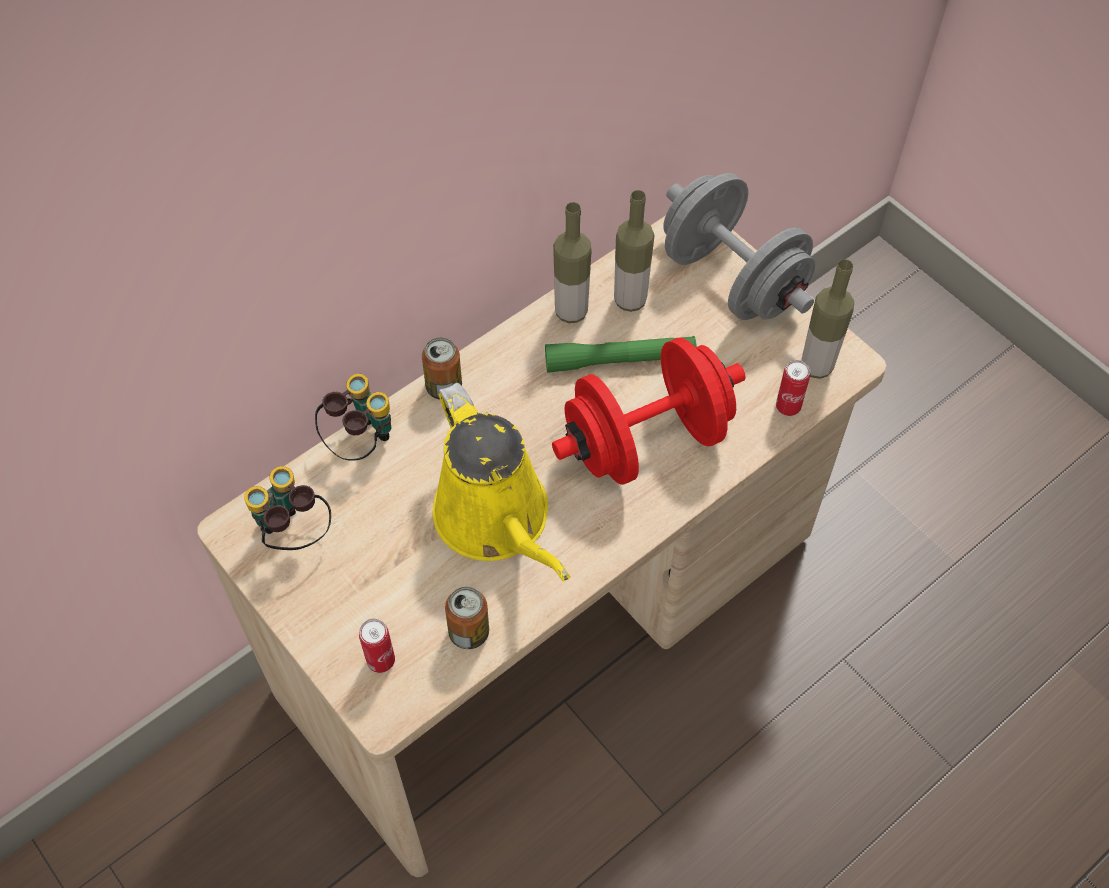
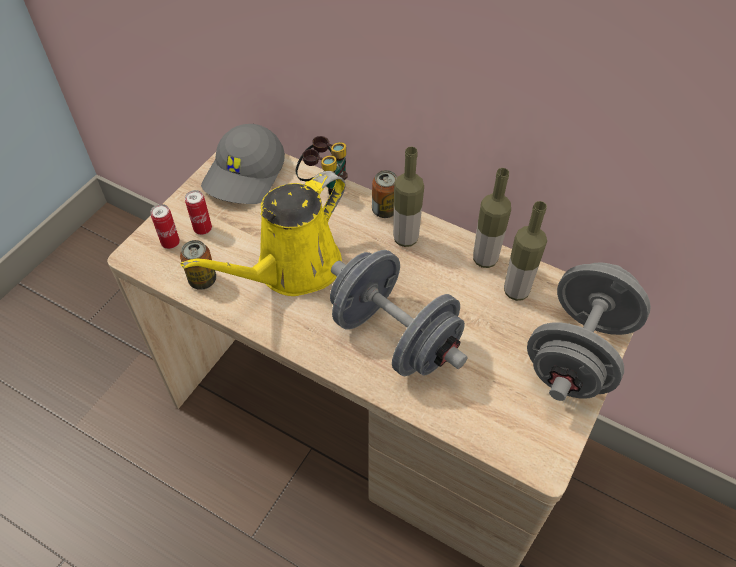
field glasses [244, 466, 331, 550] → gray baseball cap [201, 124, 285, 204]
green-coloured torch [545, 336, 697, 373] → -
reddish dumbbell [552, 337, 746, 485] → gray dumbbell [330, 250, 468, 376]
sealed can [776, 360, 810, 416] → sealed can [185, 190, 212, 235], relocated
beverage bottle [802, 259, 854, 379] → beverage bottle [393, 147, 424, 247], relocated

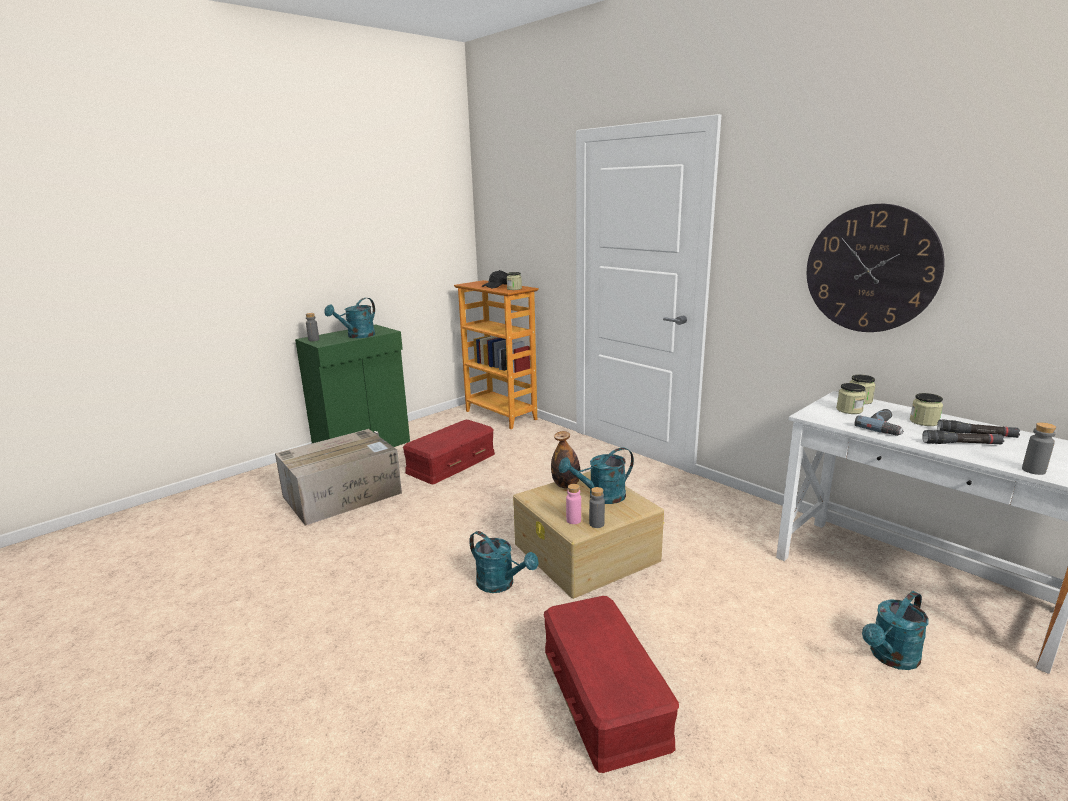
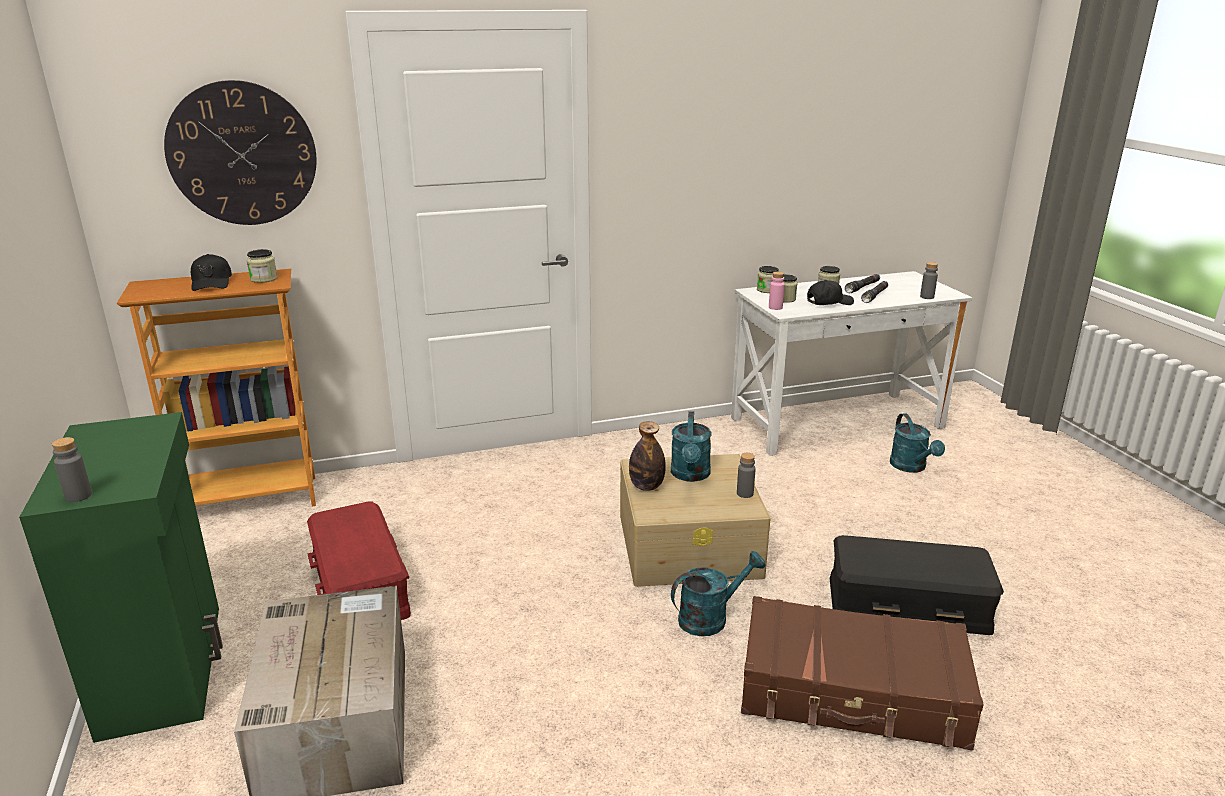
blue-green watering can [324, 298, 375, 338] → -
reddish storage box [544, 596, 679, 773] → black storage box [830, 535, 1004, 635]
pink-coloured beverage bottle [566, 484, 581, 524] → pink-coloured beverage bottle [769, 272, 785, 310], relocated
clock on the wall [807, 204, 945, 332] → clock on the wall [164, 80, 317, 225], relocated
power drill [854, 409, 904, 436] → black baseball cap [807, 280, 854, 305]
- → brownish travel case [741, 596, 983, 750]

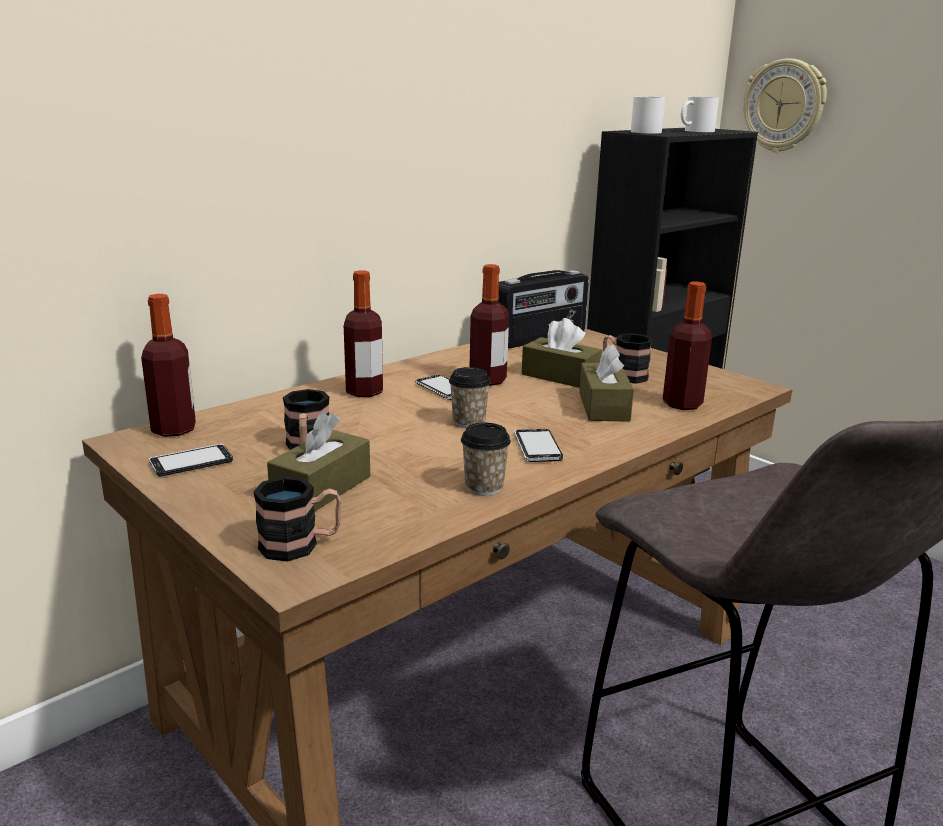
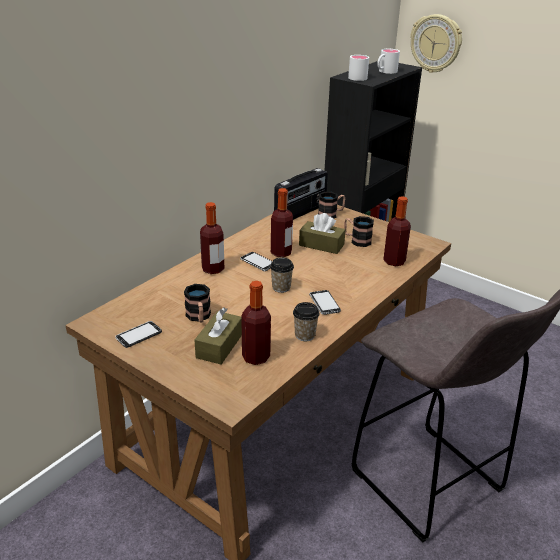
beverage bottle [141, 294, 196, 437] → beverage bottle [241, 281, 271, 365], relocated
tea mug [253, 476, 341, 562] → tea mug [318, 192, 345, 219], relocated
brownish box of tissues [579, 344, 634, 422] → -

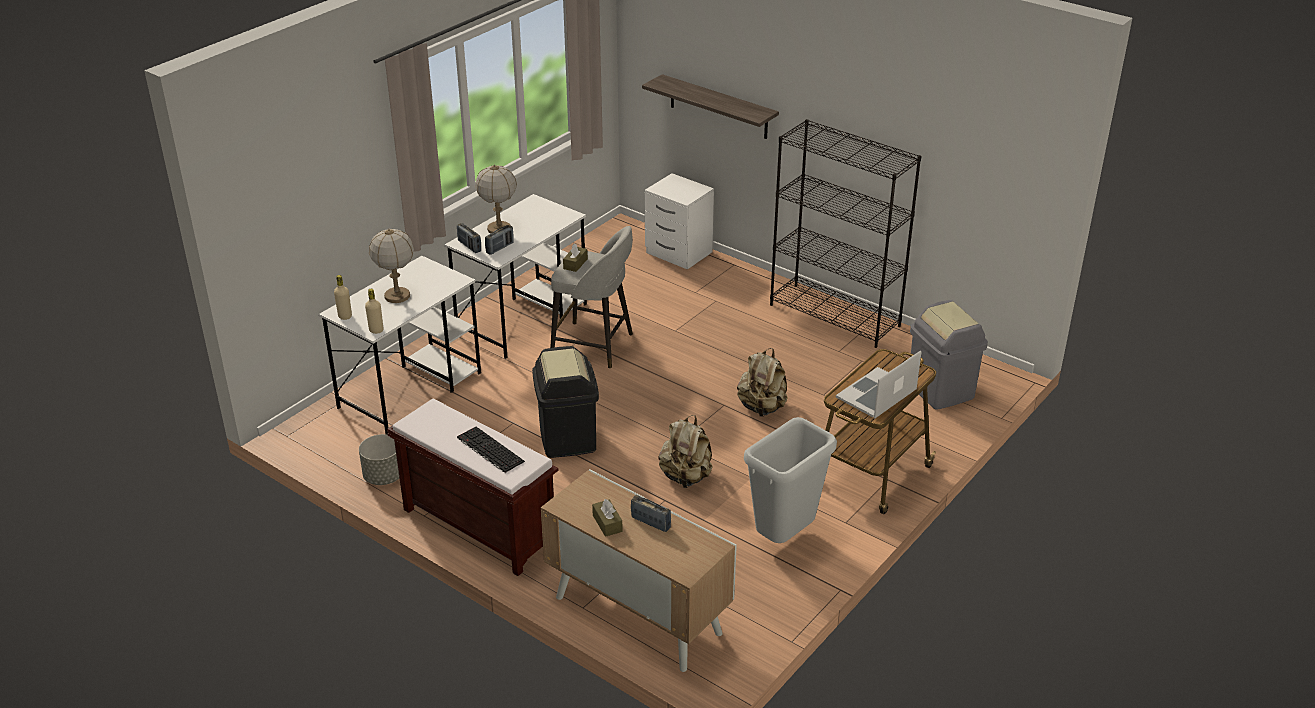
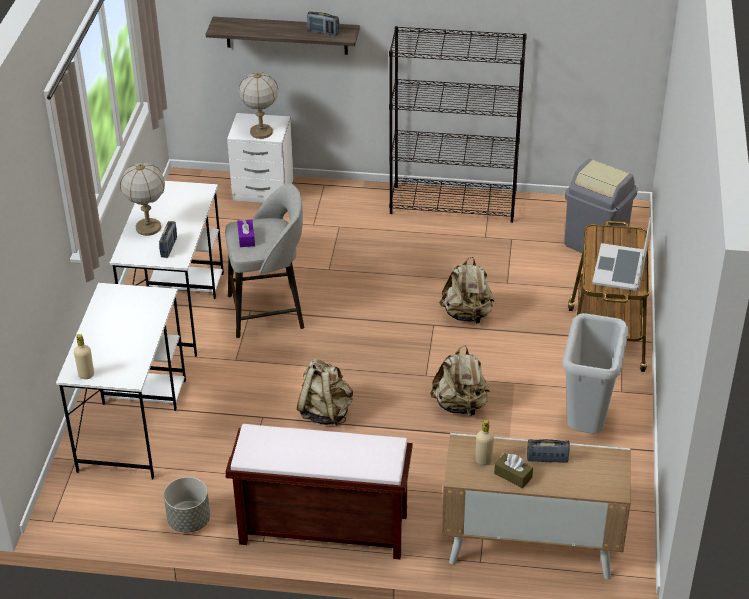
beige beverage bottle [365, 289, 383, 334] → beige beverage bottle [476, 420, 494, 465], relocated
lamp for a table [369, 229, 414, 303] → lamp for a table [239, 72, 278, 139], relocated
radio [457, 223, 481, 253] → radio [307, 11, 339, 35], relocated
PC keyboard [457, 427, 525, 473] → -
black trash can [532, 346, 599, 458] → beige knapsack [297, 359, 353, 426]
brownish box of tissues [563, 244, 588, 272] → purple-coloured box of tissues [237, 218, 255, 247]

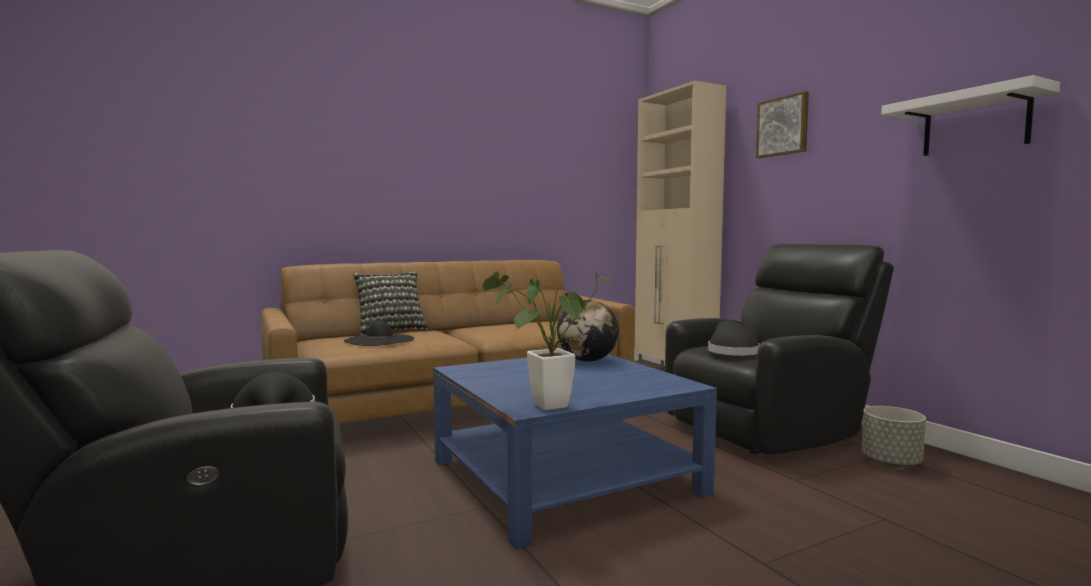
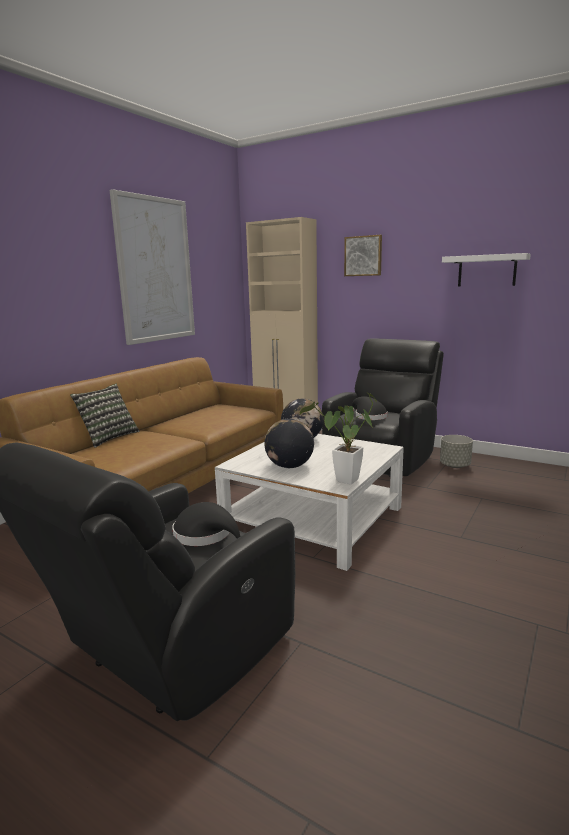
black hat [344, 321, 414, 346] → -
blue lounge table [433, 354, 717, 549] → white lounge table [215, 434, 404, 571]
- → wall picture [109, 189, 195, 345]
- → desk globe [264, 419, 314, 468]

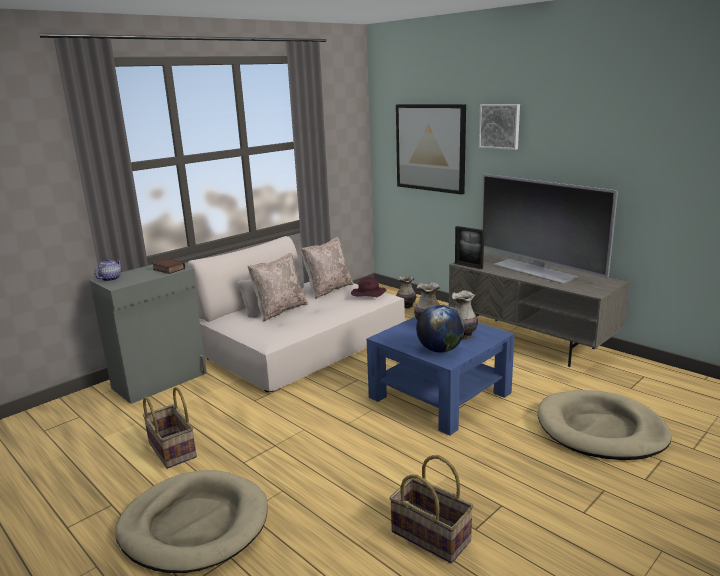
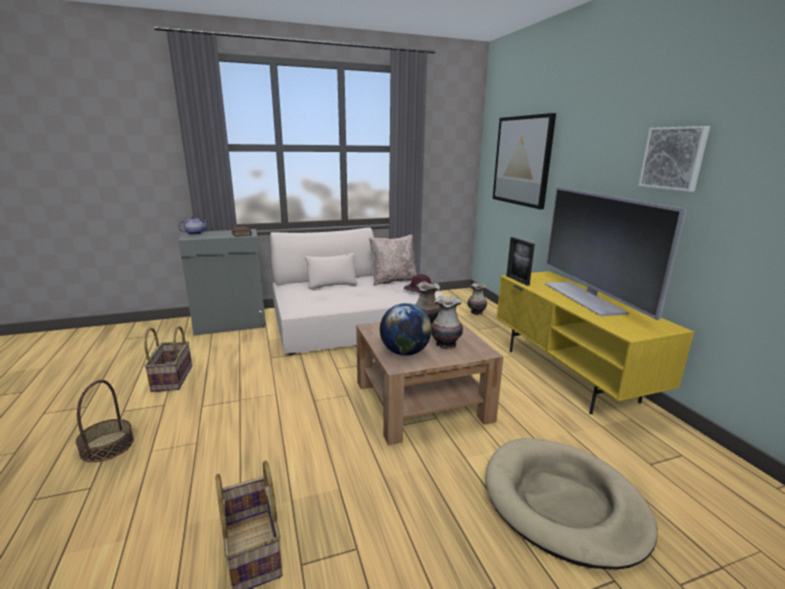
beige dog cushion [115, 470, 268, 573] → basket [76, 380, 134, 462]
beige cushion [248, 253, 308, 321] → -
blue lounge table [367, 317, 515, 436] → brownish lounge table [356, 322, 503, 445]
gray tv unit [449, 252, 629, 367] → yellow tv unit [496, 271, 695, 414]
wall picture [479, 104, 520, 150] → wall picture [638, 126, 710, 192], relocated

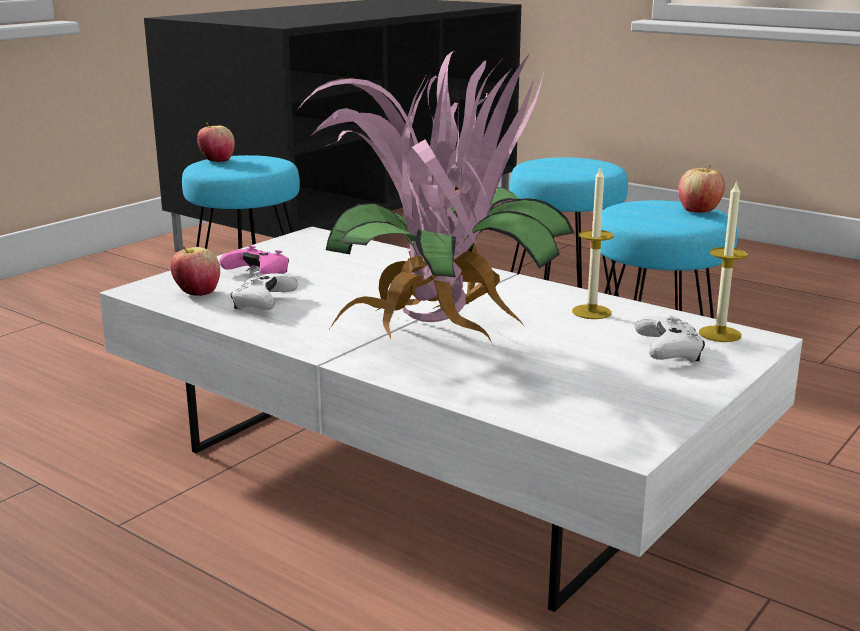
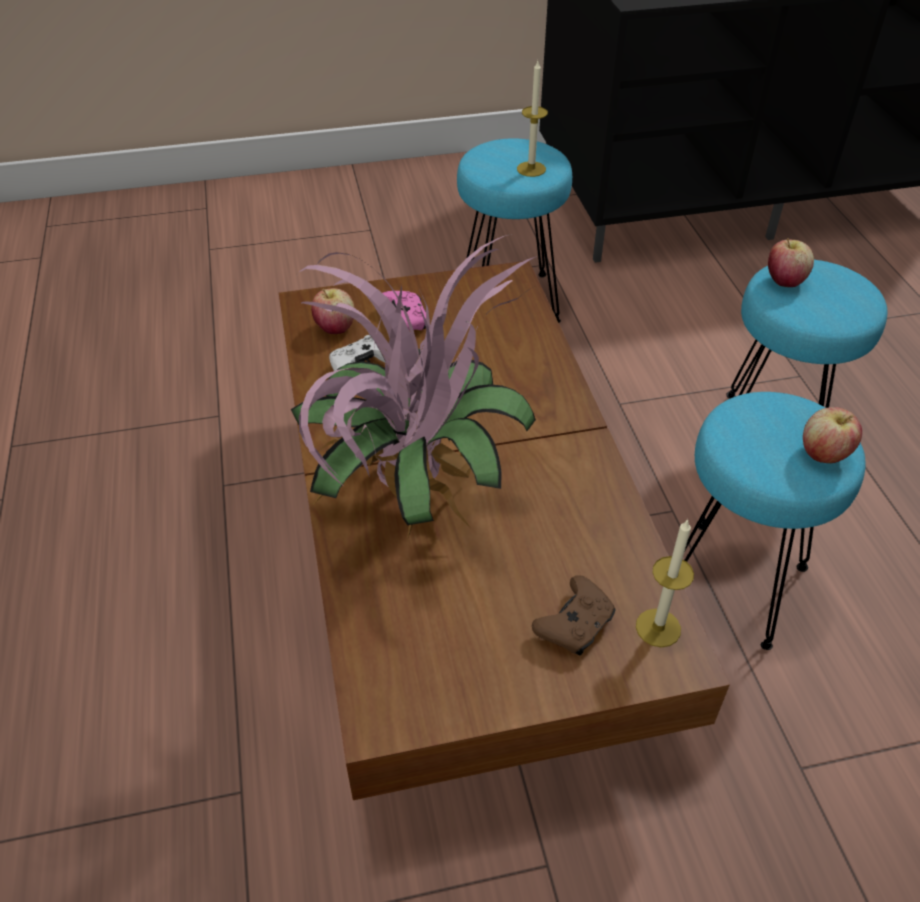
white lounge table [99, 227, 803, 612] → brownish lounge table [279, 261, 730, 800]
whole apple [197, 123, 235, 162] → whole apple [768, 238, 814, 287], relocated
wax candle [572, 166, 614, 319] → wax candle [517, 61, 548, 177], relocated
white joypad [635, 316, 705, 362] → brownish joypad [532, 575, 616, 655]

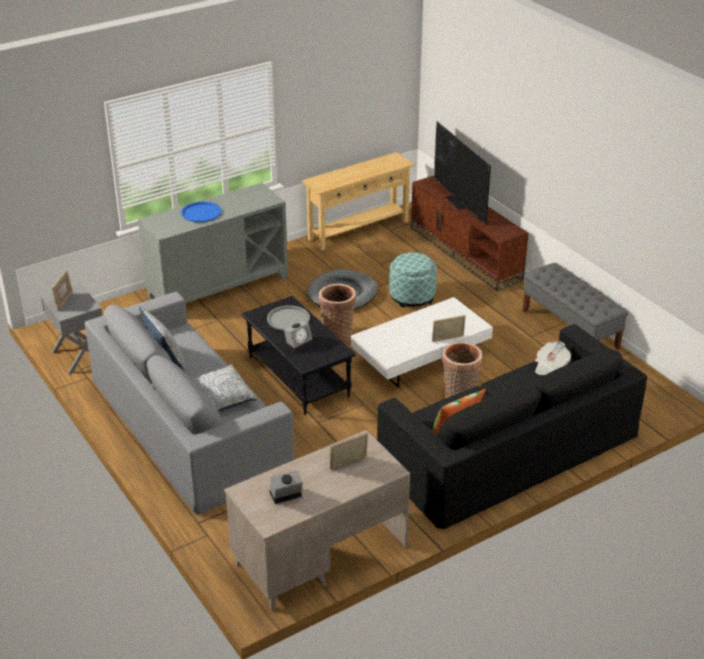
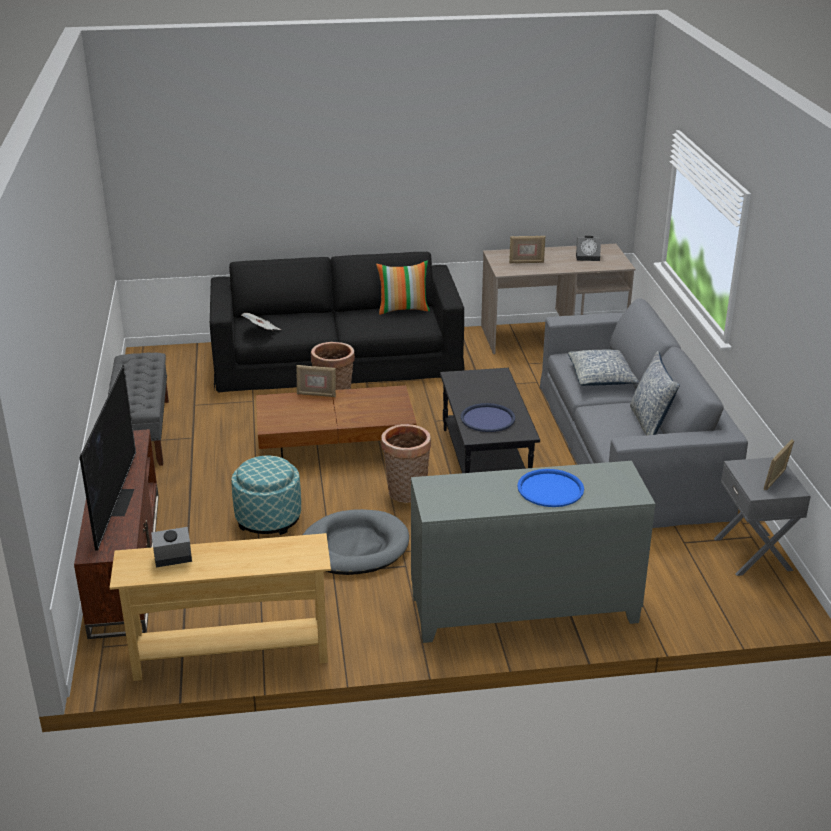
gray serving tray [267, 305, 310, 331] → blue serving tray [461, 403, 515, 432]
table clock [284, 322, 313, 353] → table clock [151, 527, 192, 568], relocated
white lounge table [351, 297, 493, 388] → brownish lounge table [256, 385, 416, 458]

